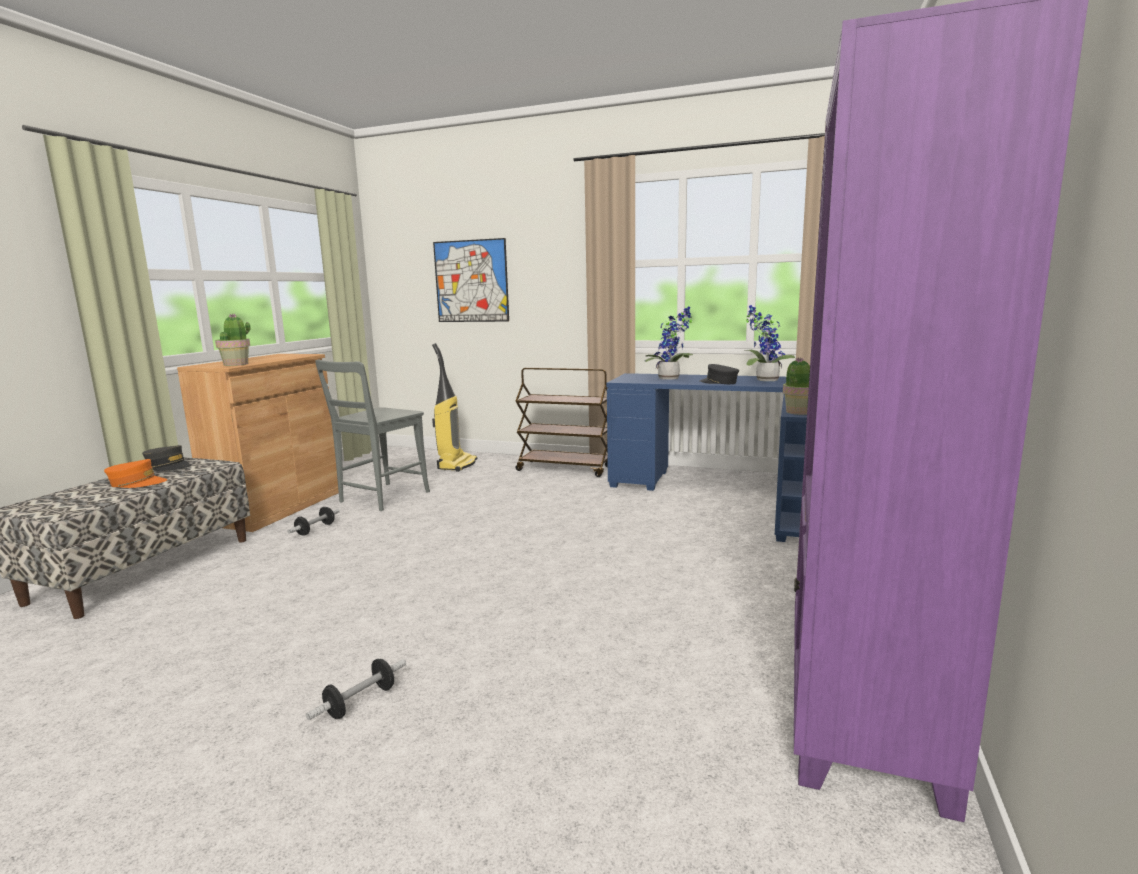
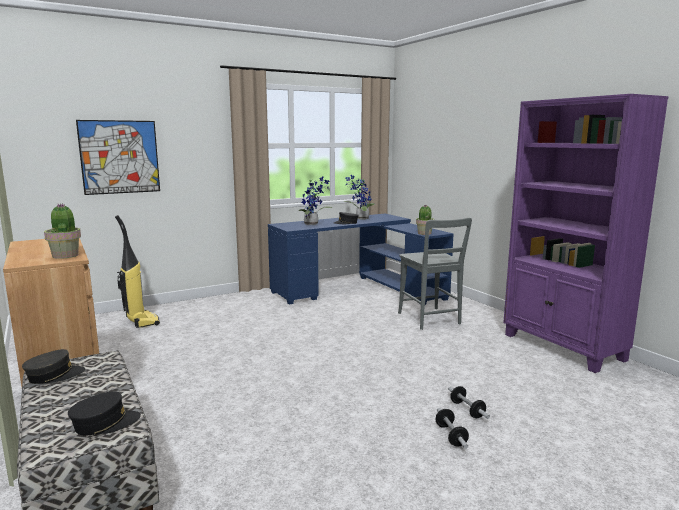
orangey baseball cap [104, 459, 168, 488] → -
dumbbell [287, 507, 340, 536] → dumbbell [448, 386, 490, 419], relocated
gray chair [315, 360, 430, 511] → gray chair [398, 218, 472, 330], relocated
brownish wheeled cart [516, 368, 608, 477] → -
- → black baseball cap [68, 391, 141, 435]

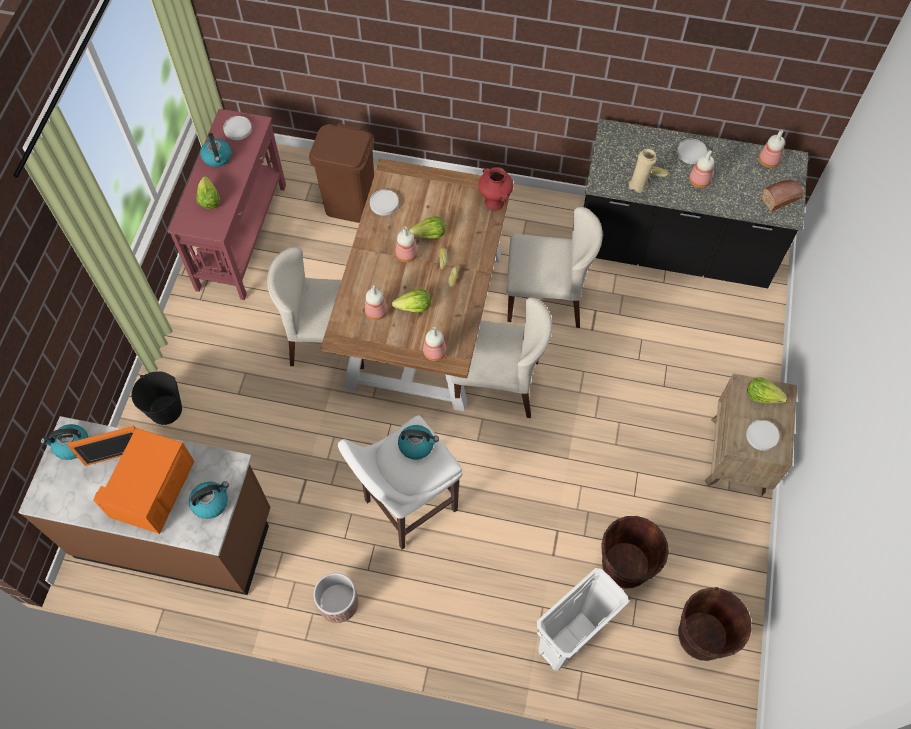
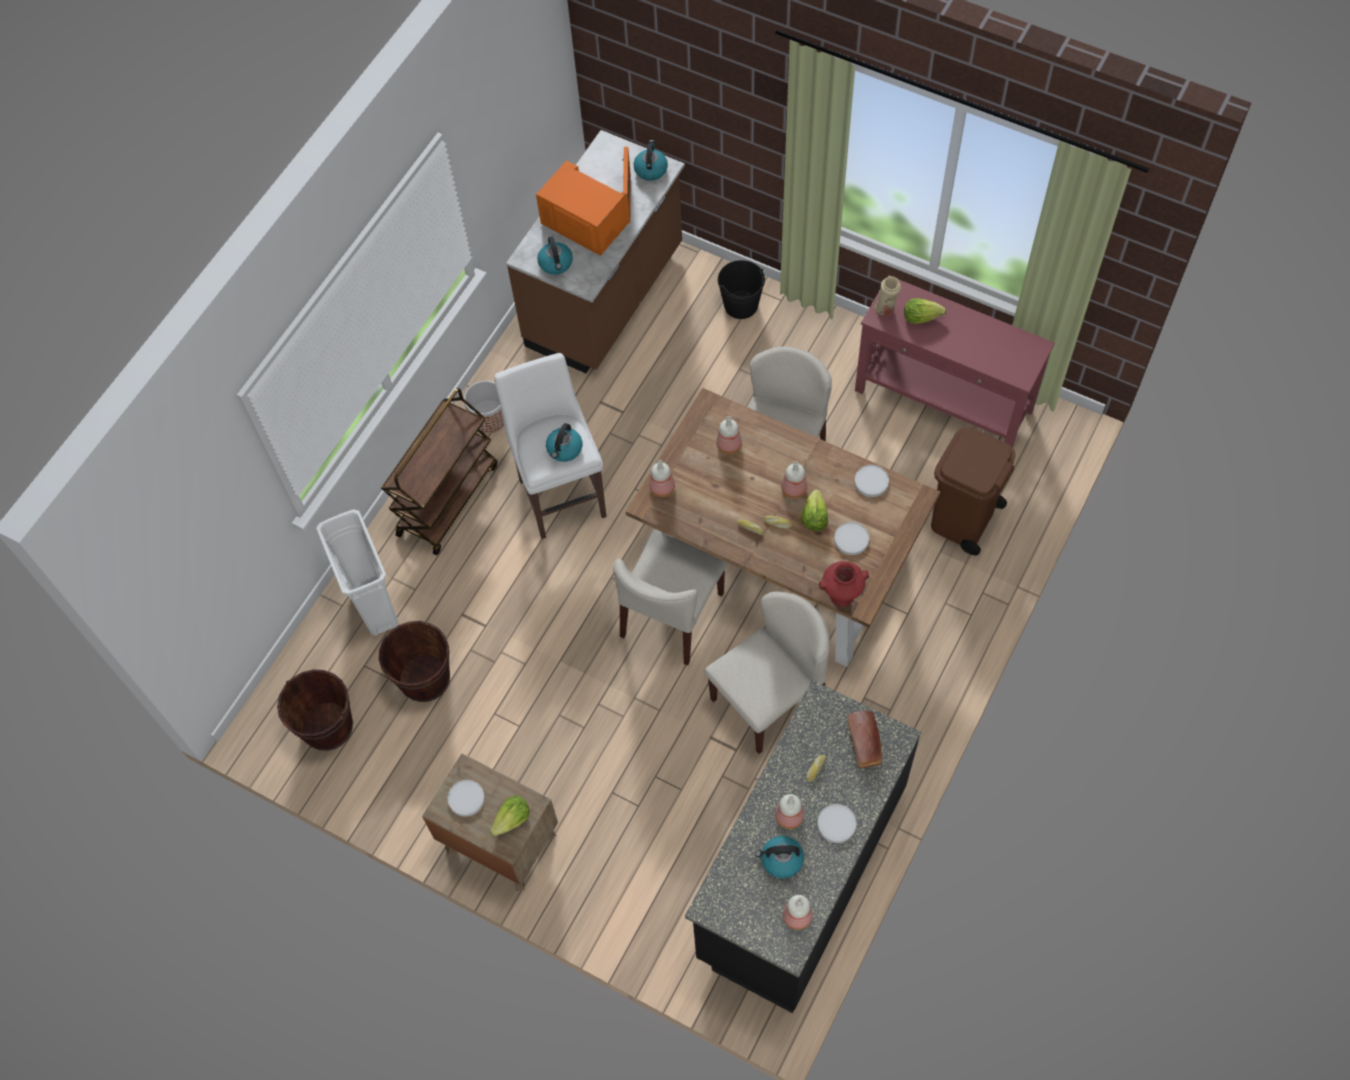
kettle [200, 133, 232, 167] → kettle [755, 836, 804, 878], relocated
white dinner plate [223, 116, 252, 140] → white dinner plate [834, 522, 869, 555], relocated
lettuce head [392, 289, 431, 312] → -
beige chair [506, 207, 603, 328] → beige chair [704, 592, 830, 754], 150 degrees counterclockwise
beige vase [629, 149, 657, 193] → beige vase [874, 276, 901, 316], relocated
bakery bread [762, 180, 804, 212] → bakery bread [847, 711, 882, 768], relocated
- → brownish wheeled cart [381, 388, 498, 555]

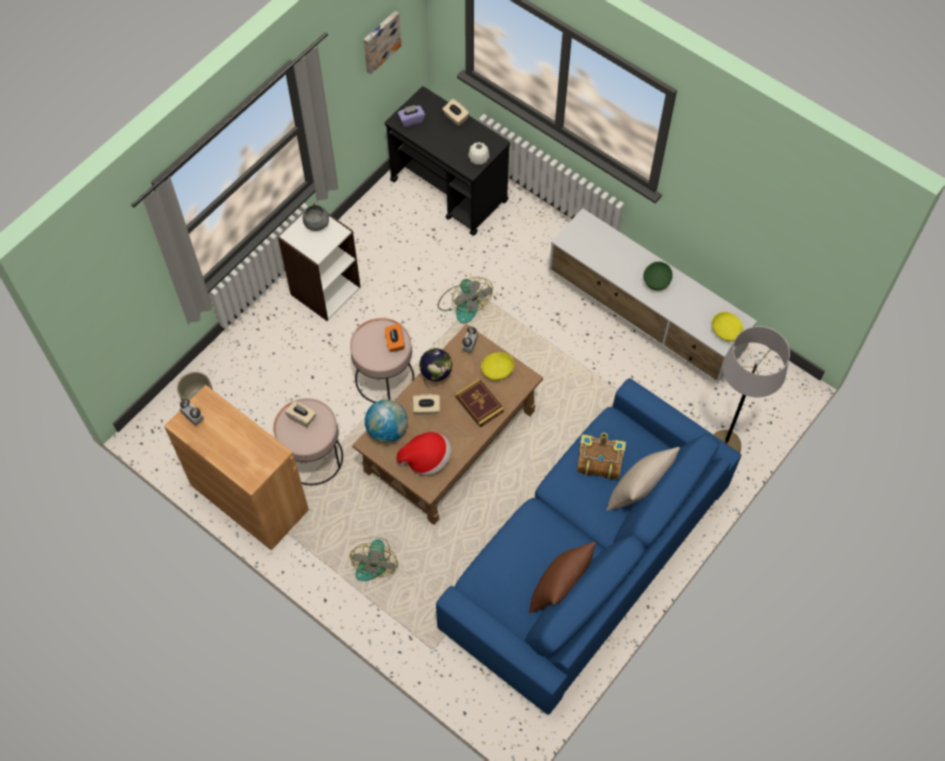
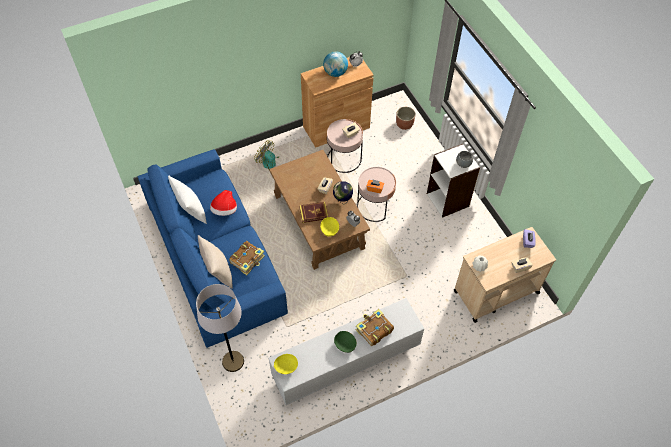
wall picture [364, 11, 401, 74] → -
desk globe [365, 400, 408, 443] → desk globe [323, 51, 348, 77], relocated
black wheeled cart [385, 86, 510, 236] → beige wheeled cart [454, 227, 556, 323]
hat [397, 432, 451, 476] → hat [210, 190, 237, 216], relocated
electric fan [438, 277, 493, 324] → -
brownish cushion [529, 542, 596, 613] → white cushion [168, 175, 207, 224]
- → volume [356, 309, 394, 346]

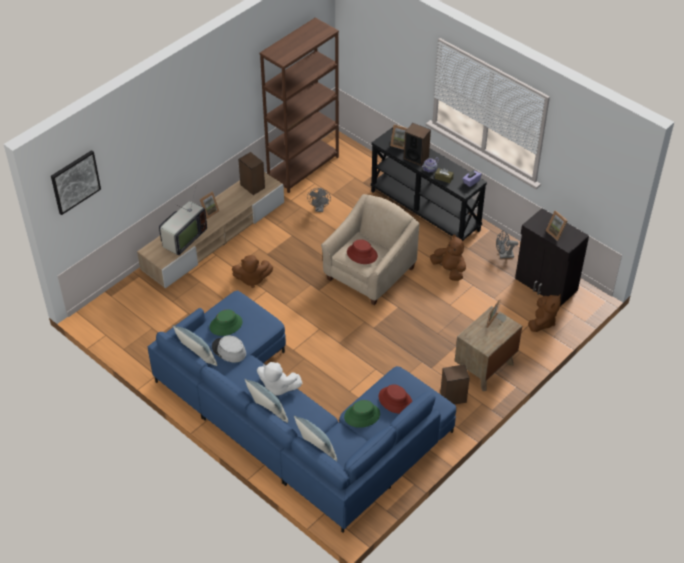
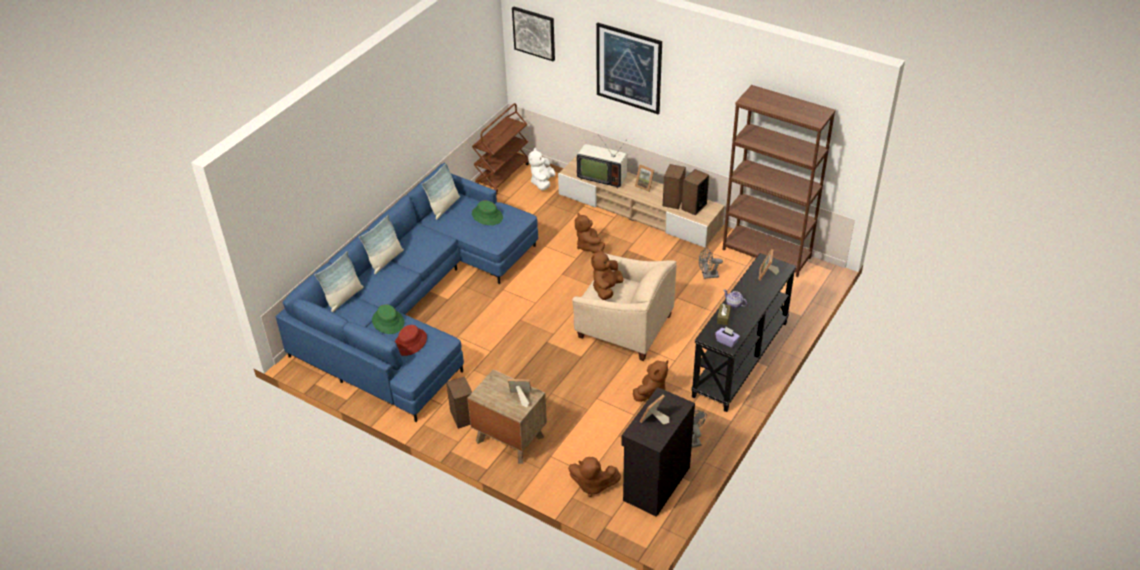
gray hat [212, 336, 246, 362] → -
white cuddly toy [257, 362, 302, 396] → white cuddly toy [528, 148, 555, 191], relocated
reddish hat [347, 239, 378, 264] → brownish cuddly toy [591, 248, 624, 300]
loudspeaker [404, 123, 431, 166] → loudspeaker [663, 164, 686, 209], relocated
- → brownish wheeled cart [472, 103, 529, 195]
- → wall picture [596, 22, 662, 114]

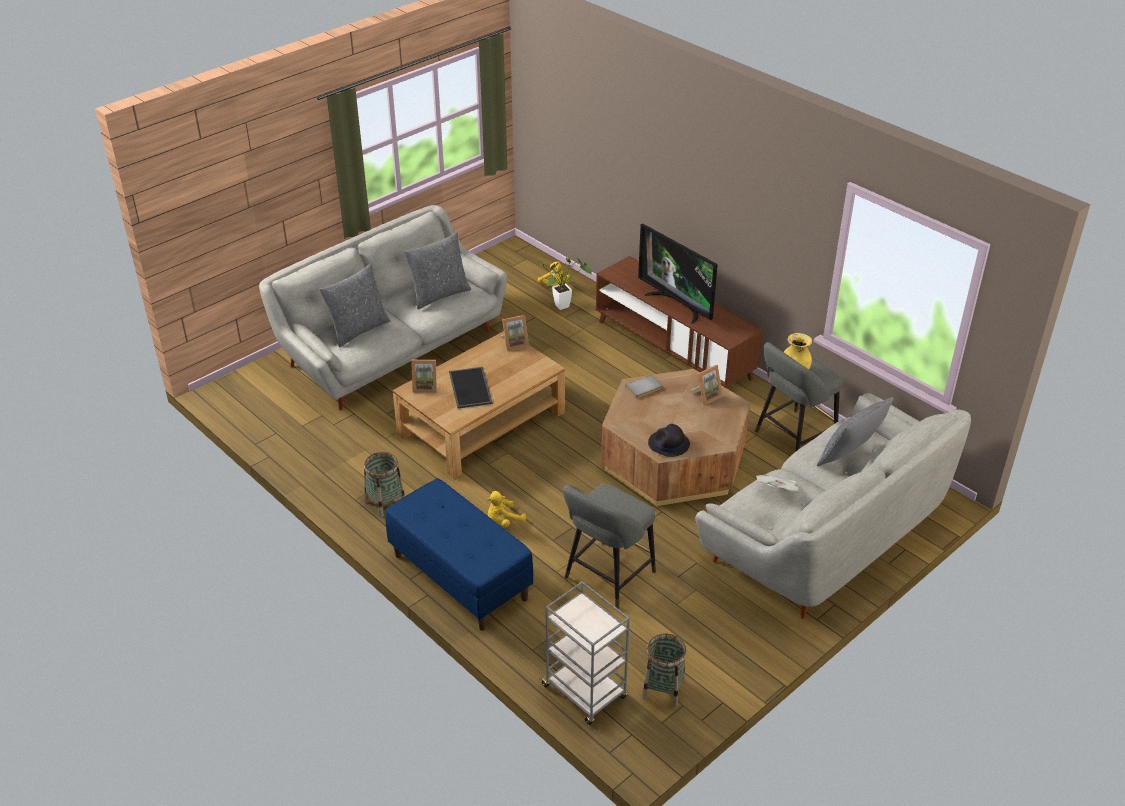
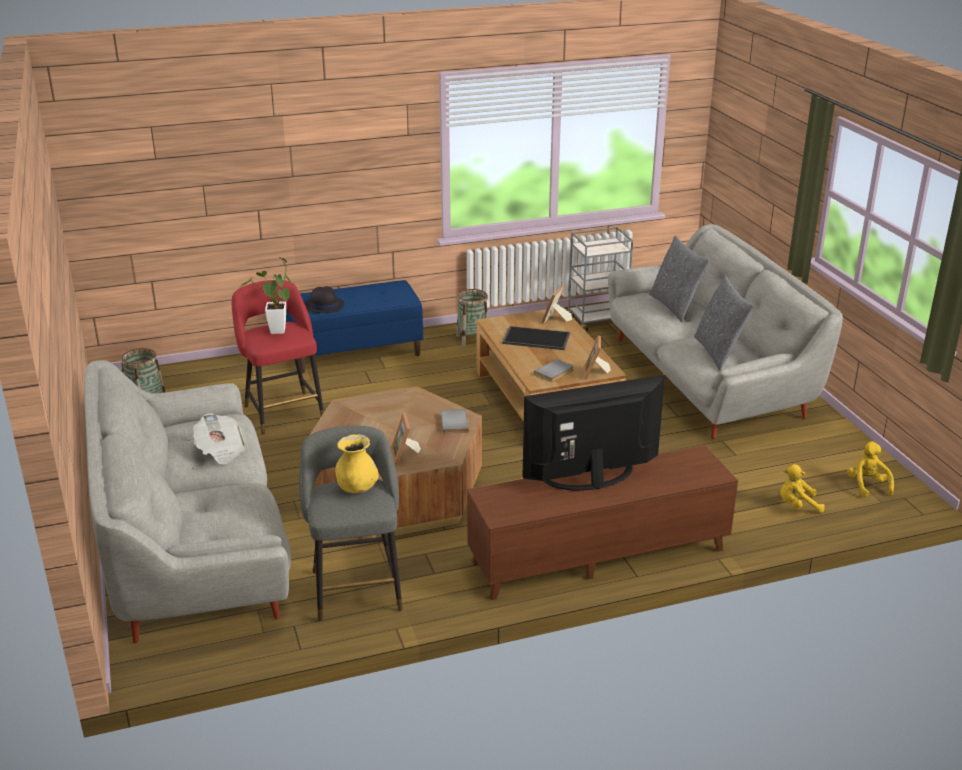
yellow cuddly toy [487, 491, 526, 527] → yellow cuddly toy [847, 442, 894, 497], relocated
potted plant [537, 257, 592, 310] → potted plant [240, 257, 292, 334], relocated
gray wheeled cart [539, 581, 630, 725] → gray wheeled cart [567, 227, 633, 332], relocated
gray stool seat [563, 483, 656, 609] → reddish stool seat [232, 280, 324, 435]
black hat [648, 424, 690, 457] → black hat [305, 286, 345, 313], relocated
gray cushion [817, 397, 894, 466] → -
- → gray volume [534, 359, 574, 382]

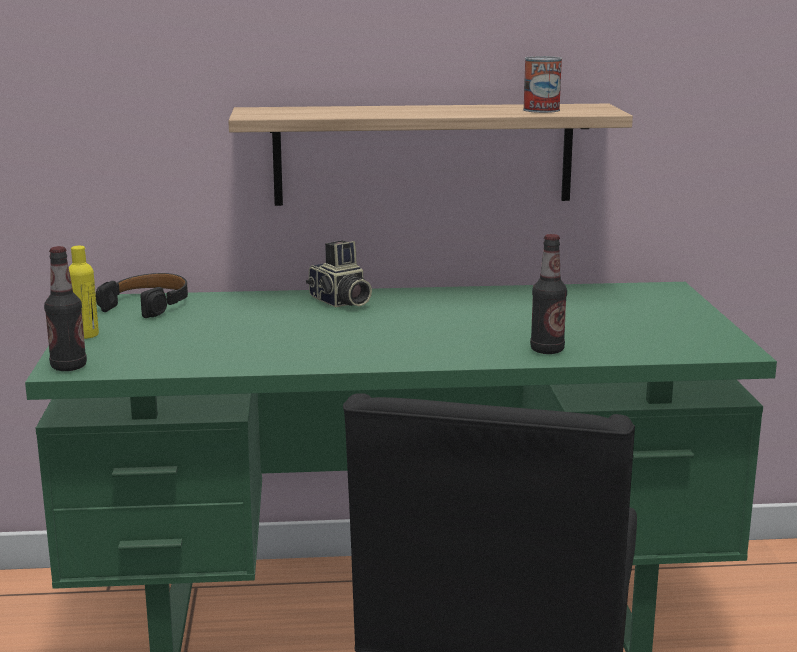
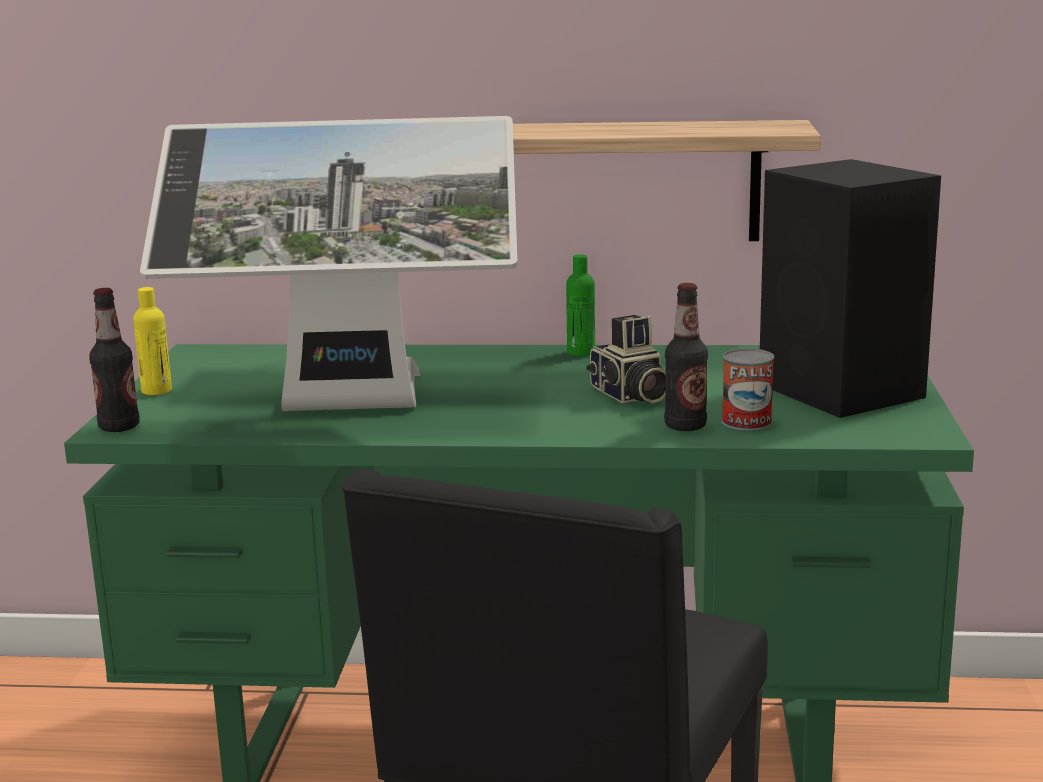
black headphones [96, 273, 188, 318] → -
still camera [306, 241, 372, 307] → still camera [586, 315, 666, 403], relocated
sealed can [523, 56, 562, 113] → sealed can [722, 348, 774, 431], relocated
- → computer screen [140, 116, 518, 411]
- → green-coloured beverage bottle [566, 254, 595, 356]
- → black loudspeaker [760, 159, 941, 418]

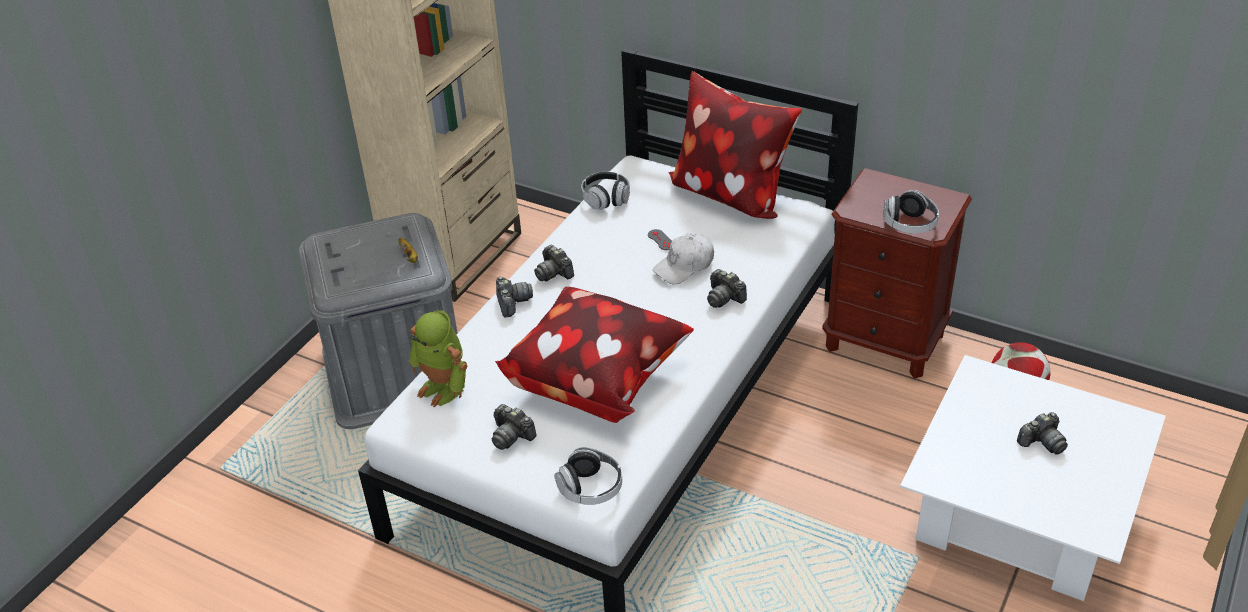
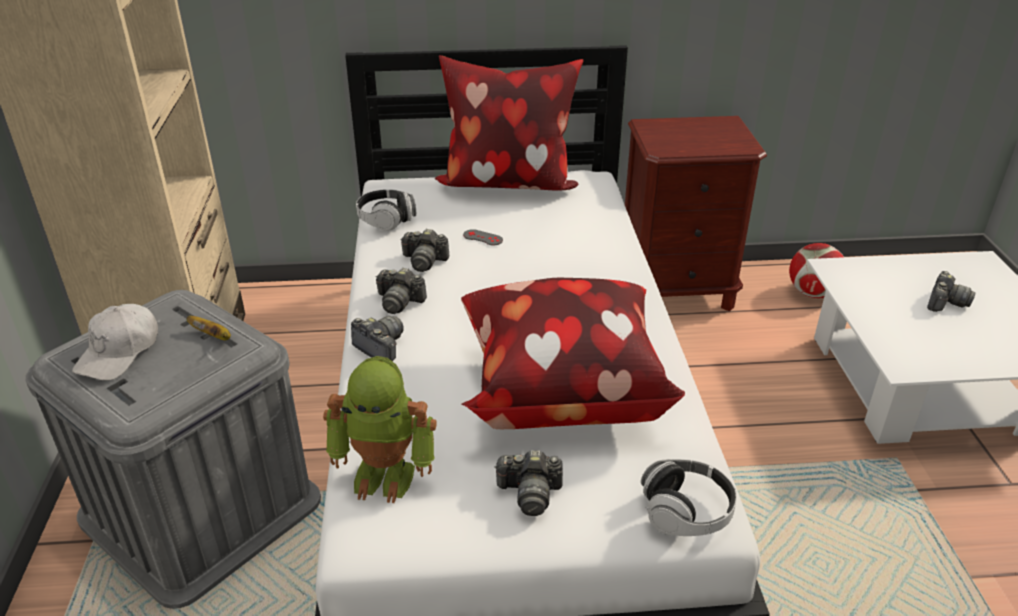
white baseball cap [653, 233, 714, 285] → white baseball cap [72, 304, 158, 381], relocated
still camera [707, 269, 747, 308] → still camera [400, 229, 449, 272], relocated
headphones [883, 190, 939, 233] → -

